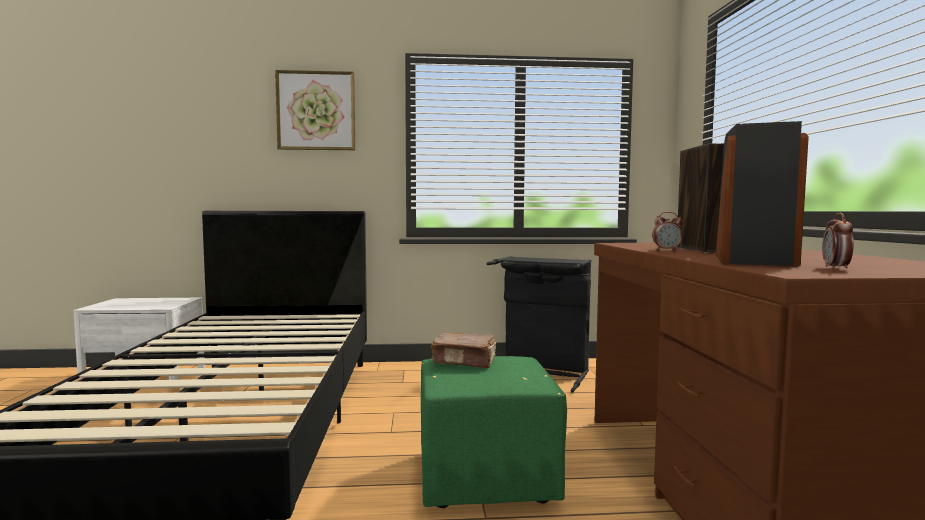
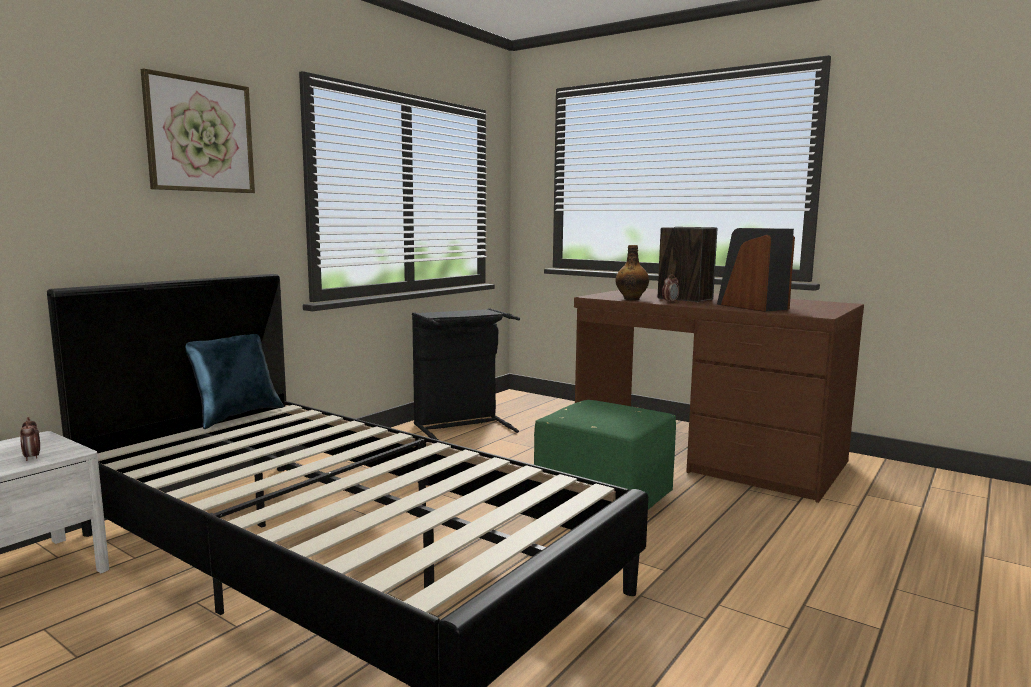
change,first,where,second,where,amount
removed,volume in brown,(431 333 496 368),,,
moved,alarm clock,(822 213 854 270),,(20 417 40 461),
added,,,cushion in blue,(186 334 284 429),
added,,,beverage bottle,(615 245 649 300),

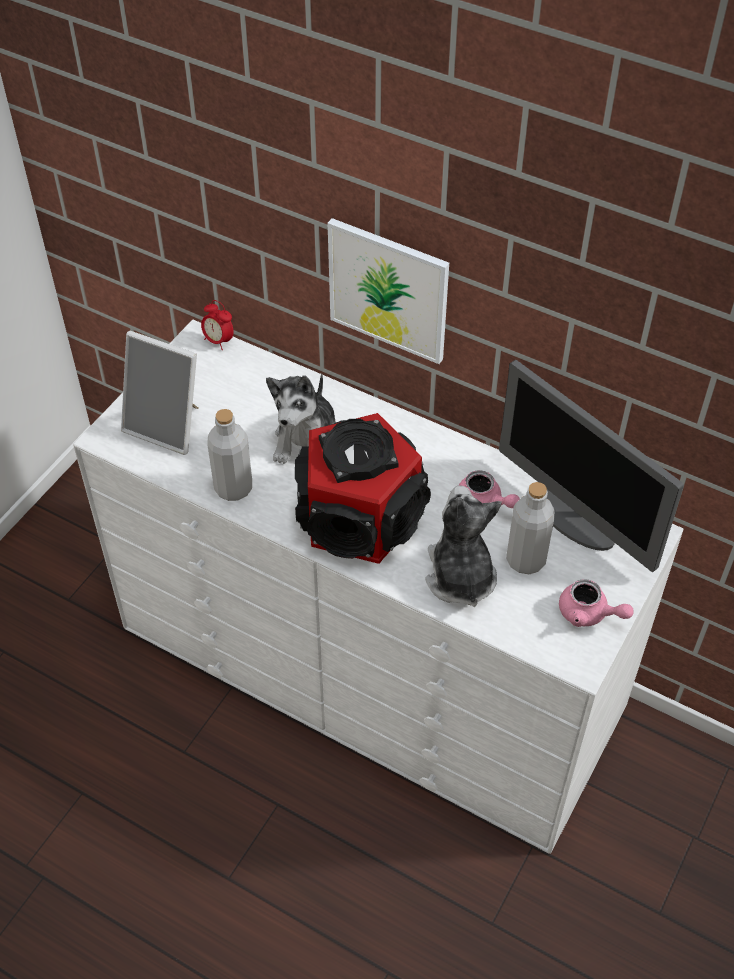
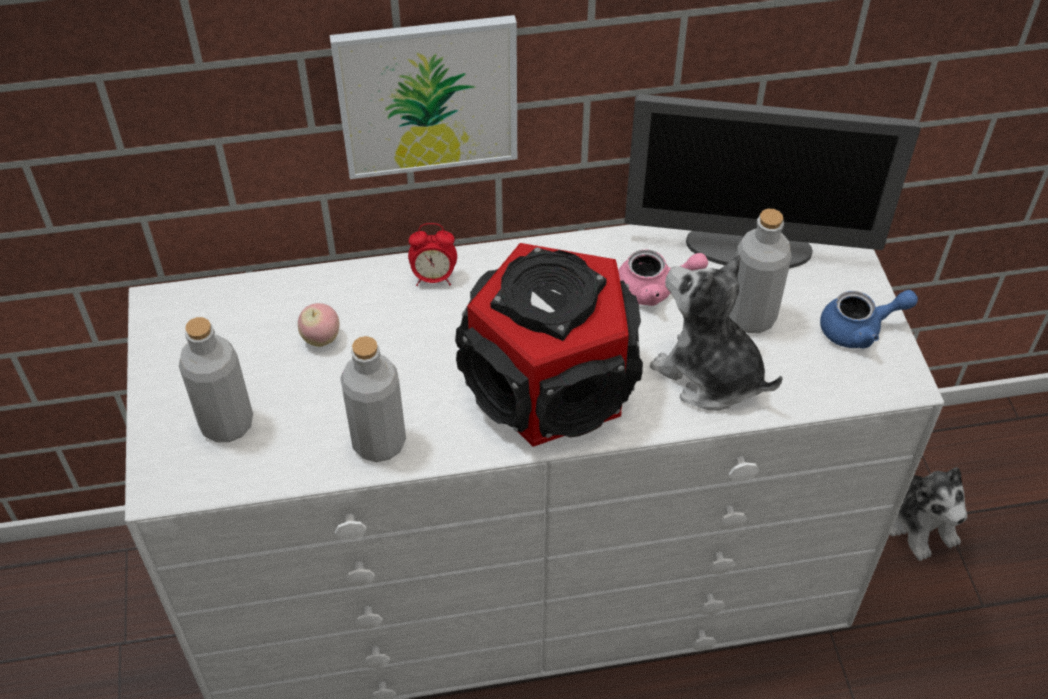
change,first,where,second,where,amount
replaced,standing frame,(121 331 198 455),beverage bottle in greyish,(179 317 253 442),
moved,alarm clock,(201 300 233 350),,(408 223 457 286),
moved,plush toy,(266 373 336 464),,(890 467 967 561),
recoloured,pot for tea in pink-coloured,(559 579 634 627),pot for tea in blue,(820 290 918 348),
added,,,whole apple,(298 303 339 347),

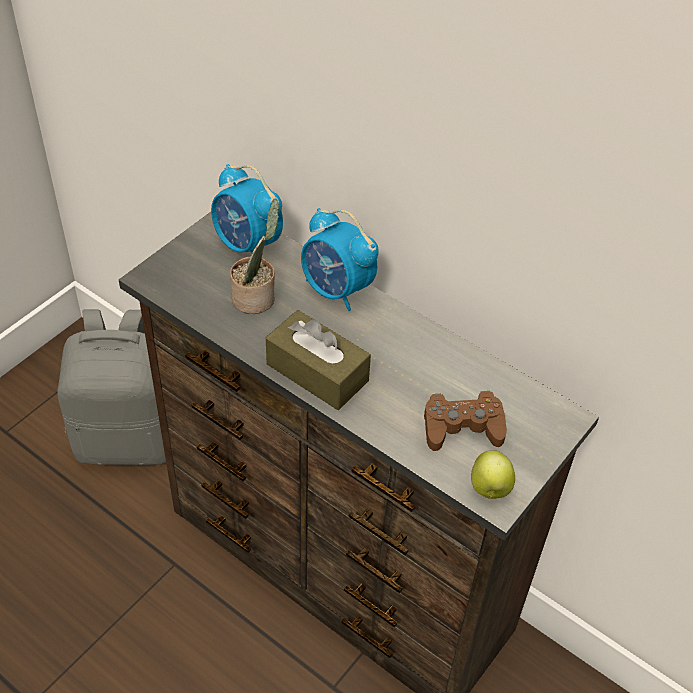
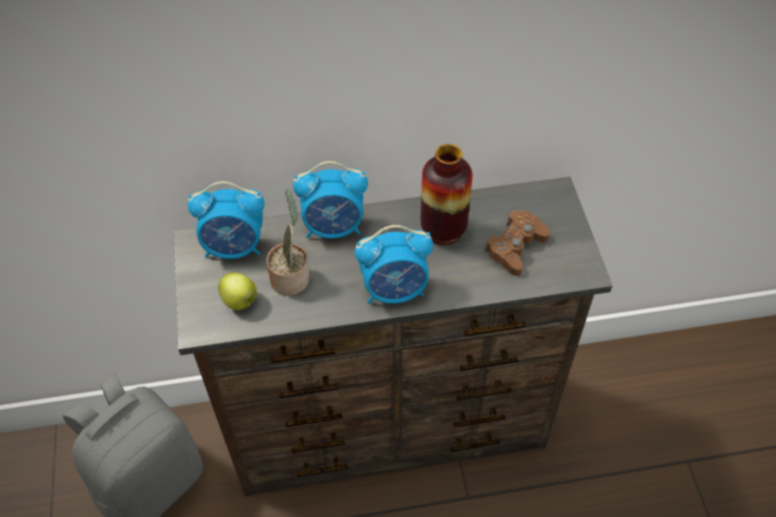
change,first,where,second,where,amount
replaced,tissue holder in brown,(266 310 371 410),alarm clock,(355 225 433 304),
moved,whole apple,(471 450 515 499),,(218 273 257 310),
added,,,decorative vase,(421 144 473 245),

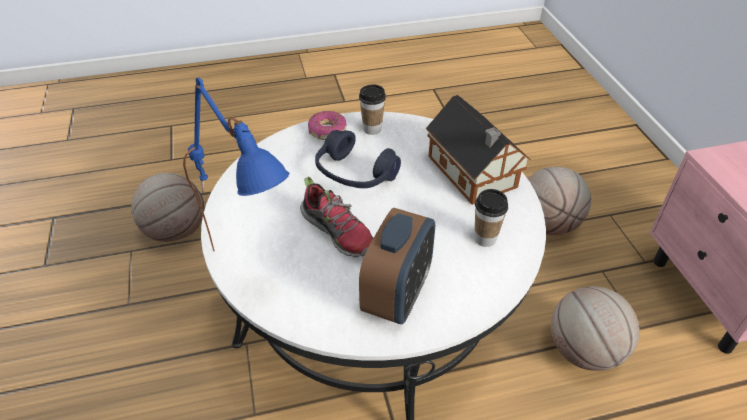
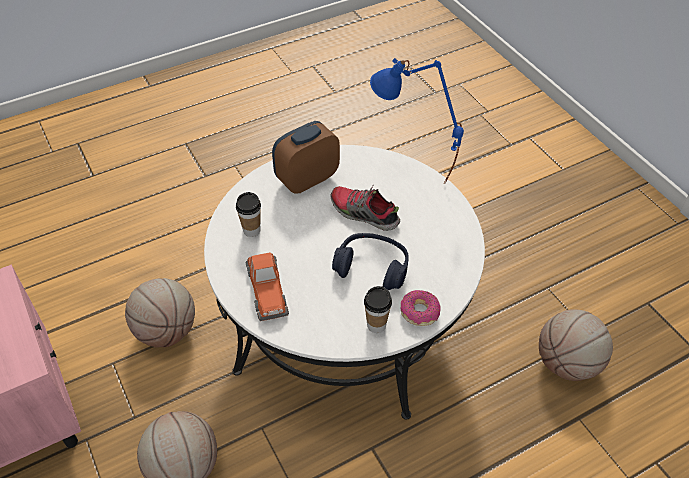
change,first,where,second,where,amount
turned,alarm clock,(359 208 435 324),,(272 121 340 193),45 degrees clockwise
replaced,miniature house,(426 95 531 205),model car,(246 252 289 321),

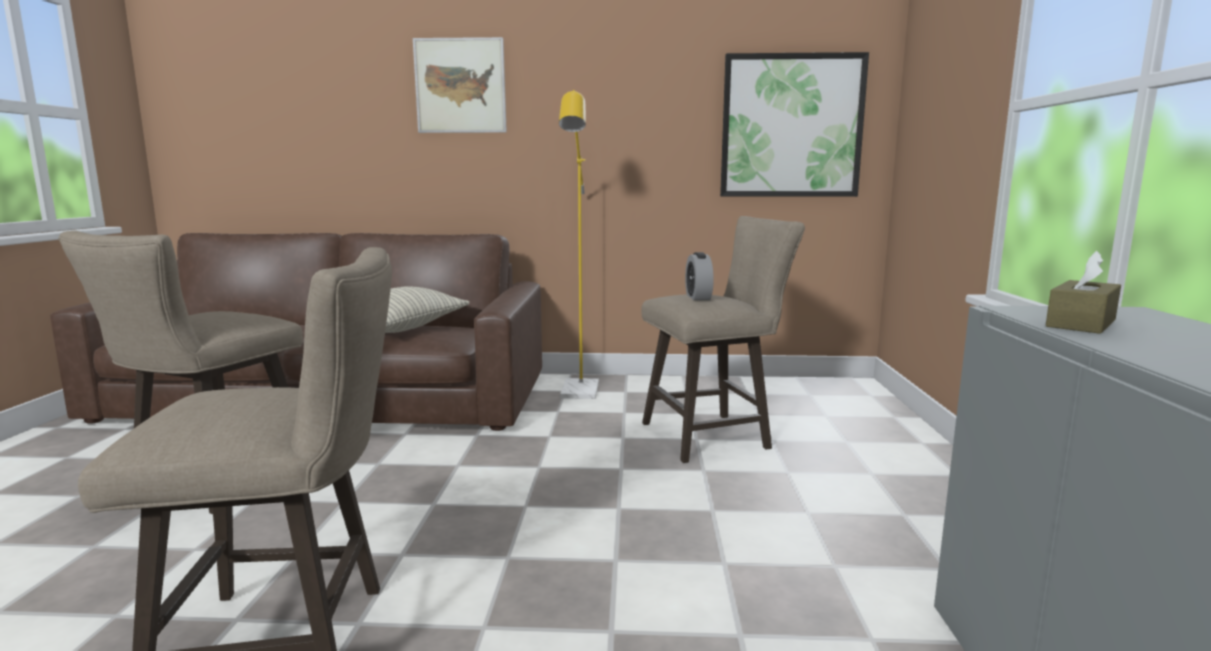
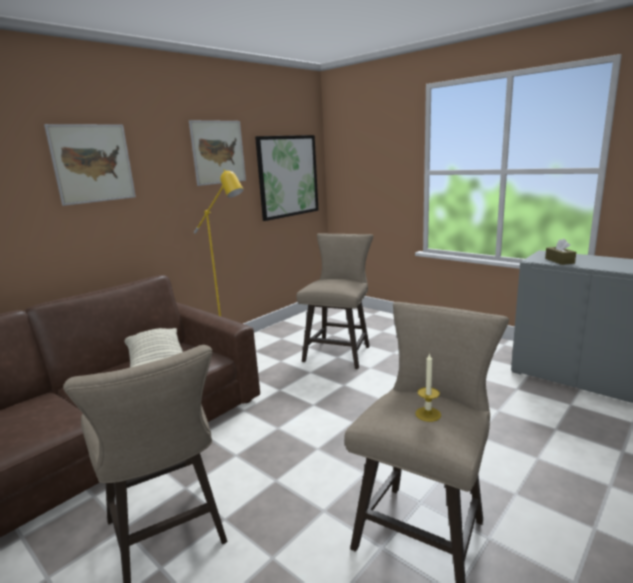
change,first,where,second,where,amount
removed,alarm clock,(685 252 714 300),,,
added,,,wall art,(189 120 246 186),
added,,,wax light,(415 353 441 422),

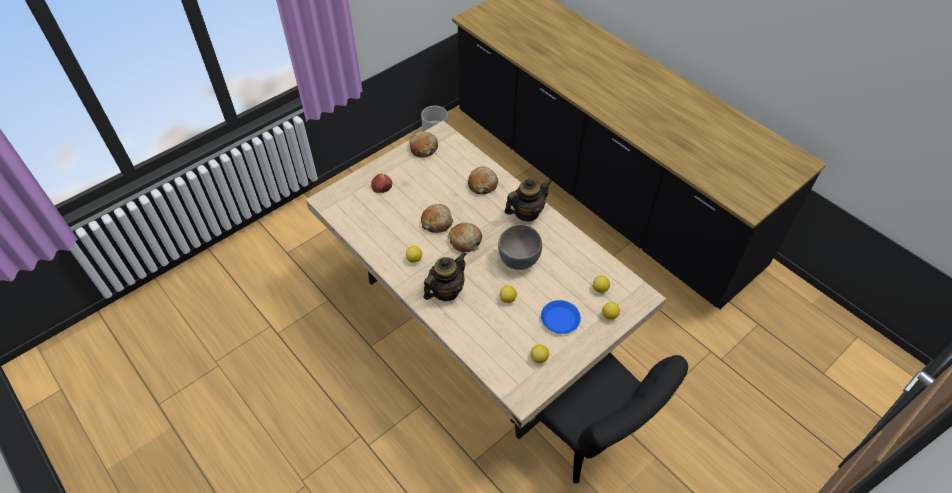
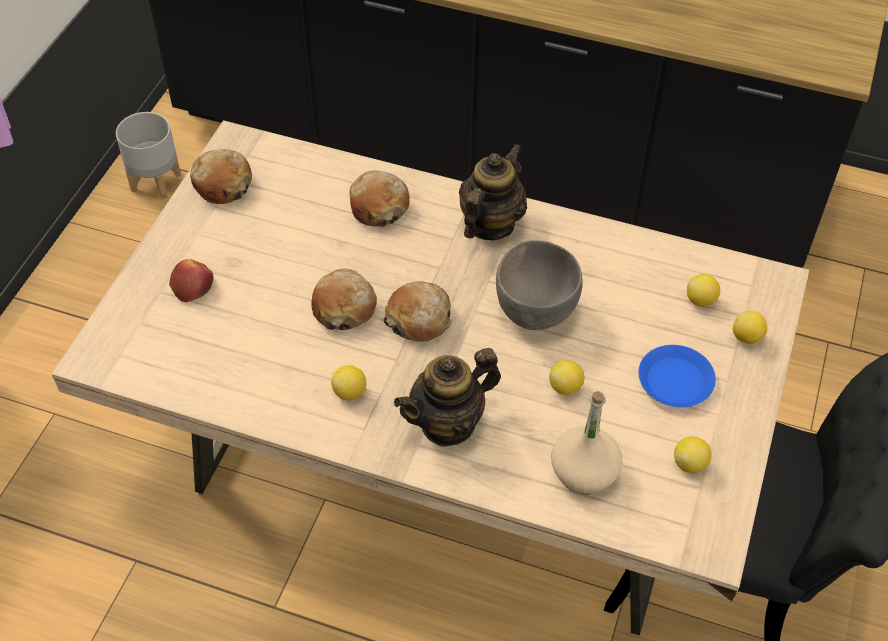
change,first,where,second,where,amount
turned,pot for tea,(423 252 467 301),,(394 348 501 447),135 degrees counterclockwise
added,,,beverage bottle in beige,(551 391 623 495),

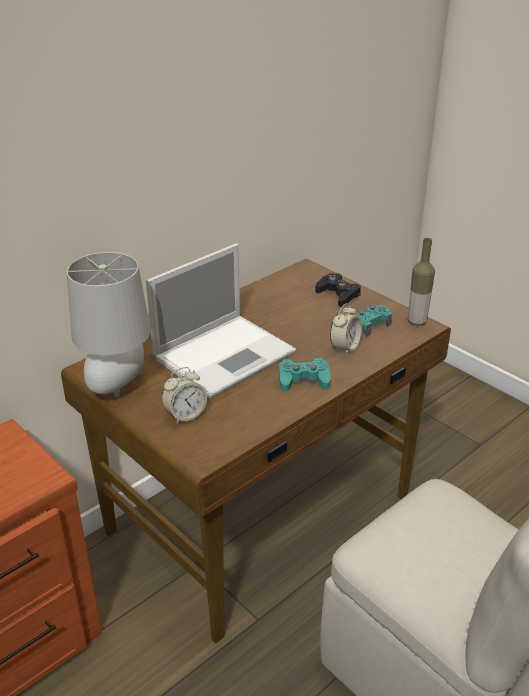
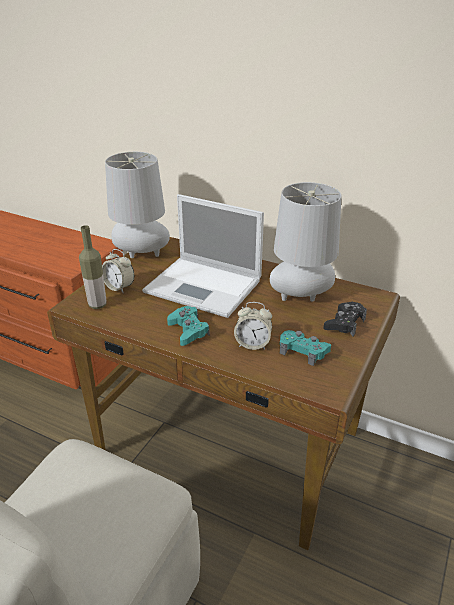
change,first,where,second,where,amount
moved,beverage bottle,(408 238 435 326),,(79 225 107 309),
added,,,lamp for a table in greyish,(270 182 342 302),

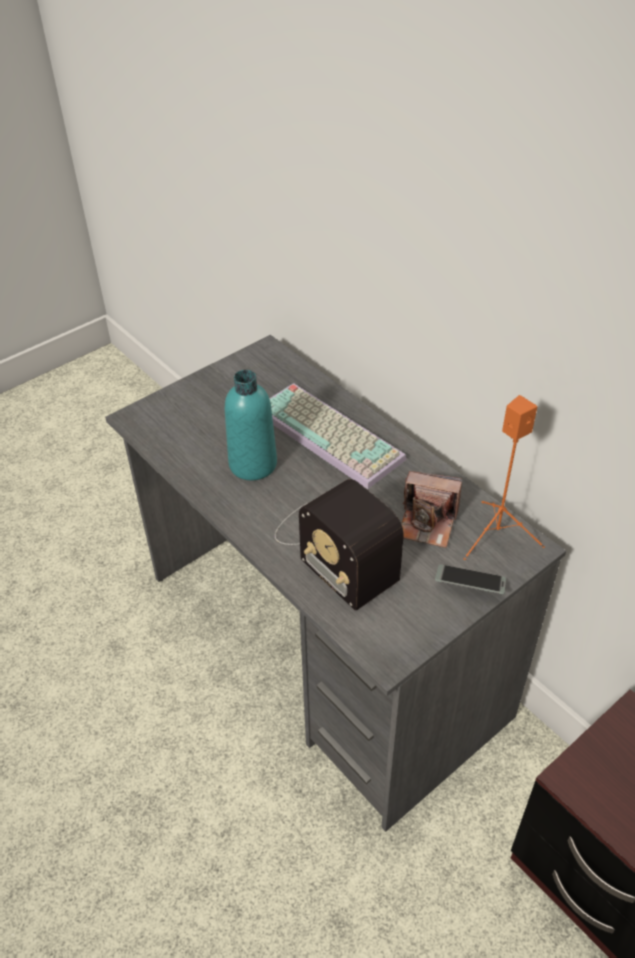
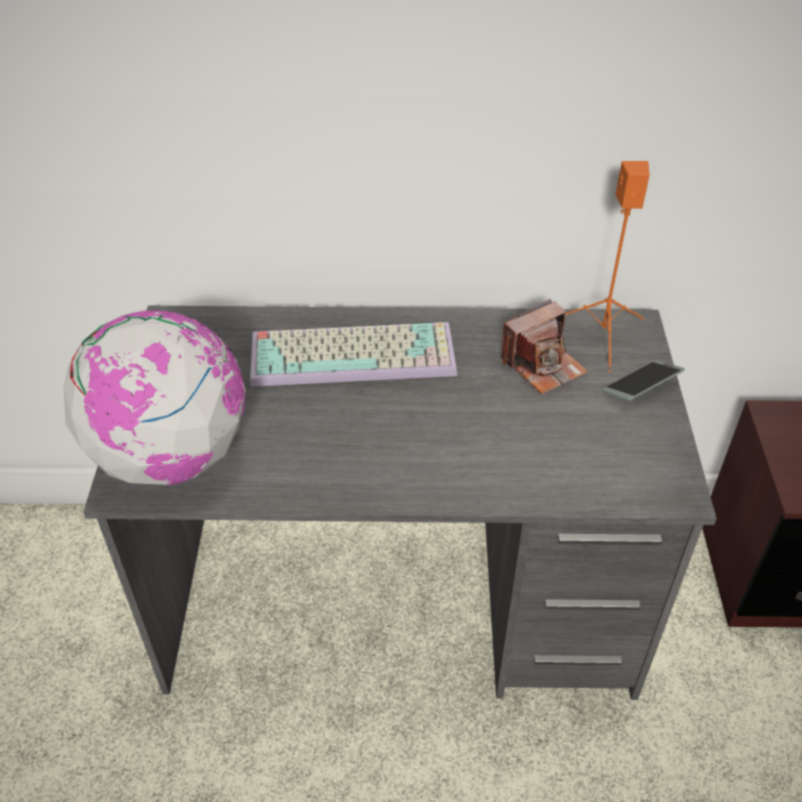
change,first,where,second,where,amount
removed,beverage bottle in blue-green,(225 370 277 480),,,
removed,radio,(275 479 404 611),,,
added,,,world globe,(64 310 246 486),

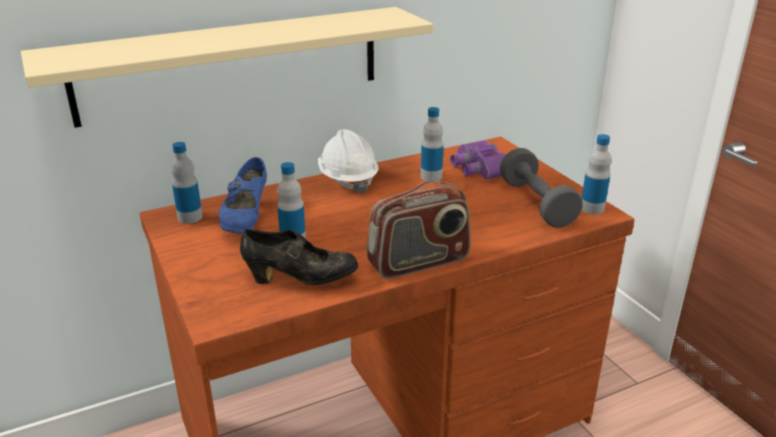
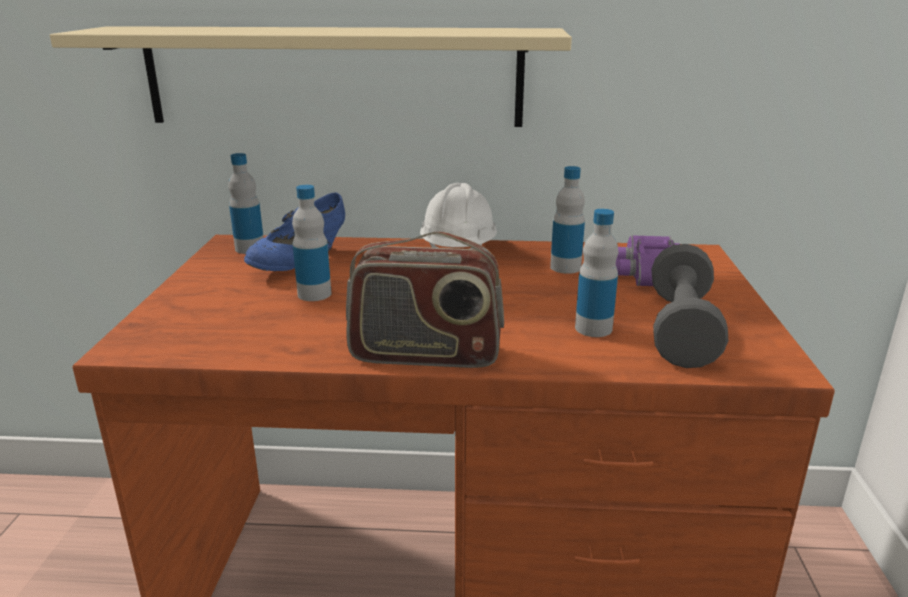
change,first,where,second,where,amount
removed,item of footwear in black,(240 229 358 285),,,
moved,beverage bottle,(582 134 611 214),,(575 209 618 337),

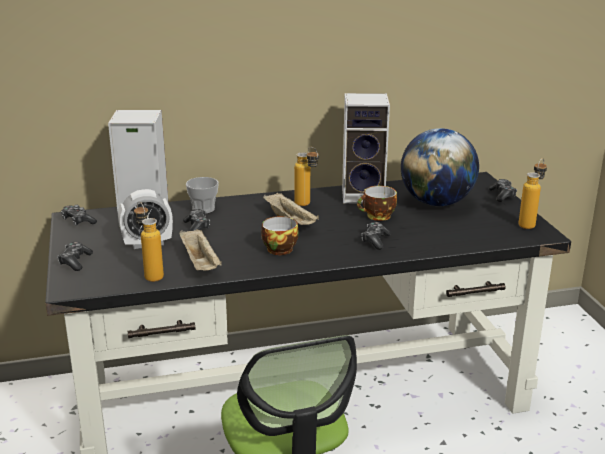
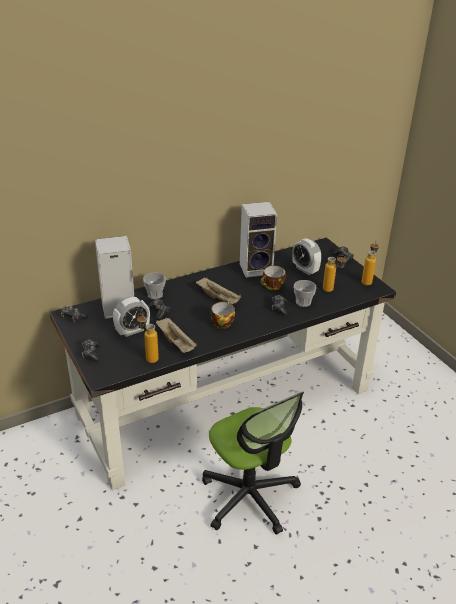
change,first,where,second,where,amount
moved,beverage bottle,(294 147 319 206),,(323 255 346 292),
replaced,world globe,(401 128 479 206),alarm clock,(292 238 321 275),
added,,,cup,(294 280 317 307),

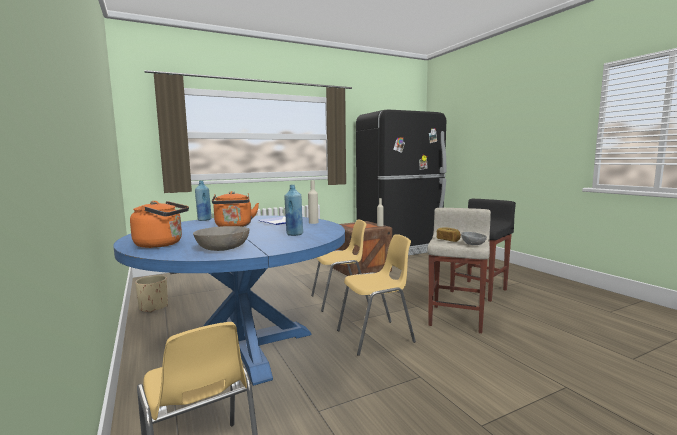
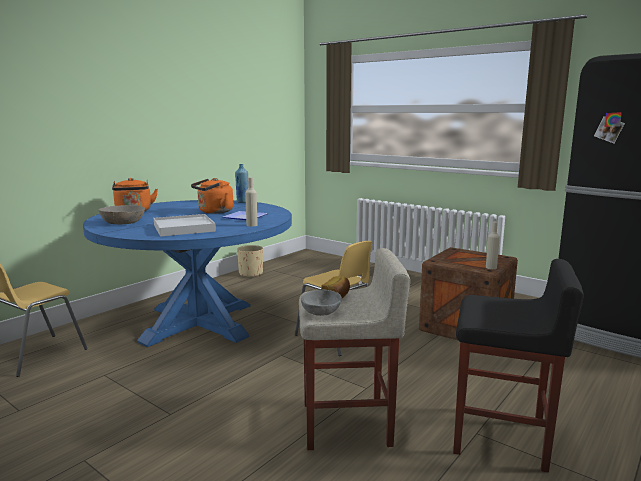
change,first,where,second,where,amount
replaced,beverage bottle in blue,(284 185 303 236),tray in white-coloured,(154 214 216 237),
removed,chair in yellow-coloured,(337 234 416 356),,,

